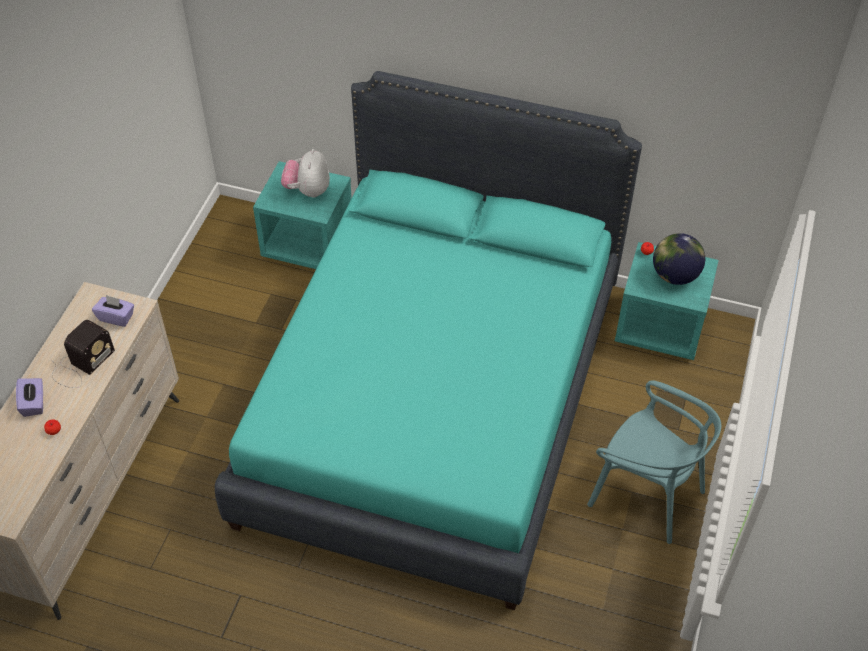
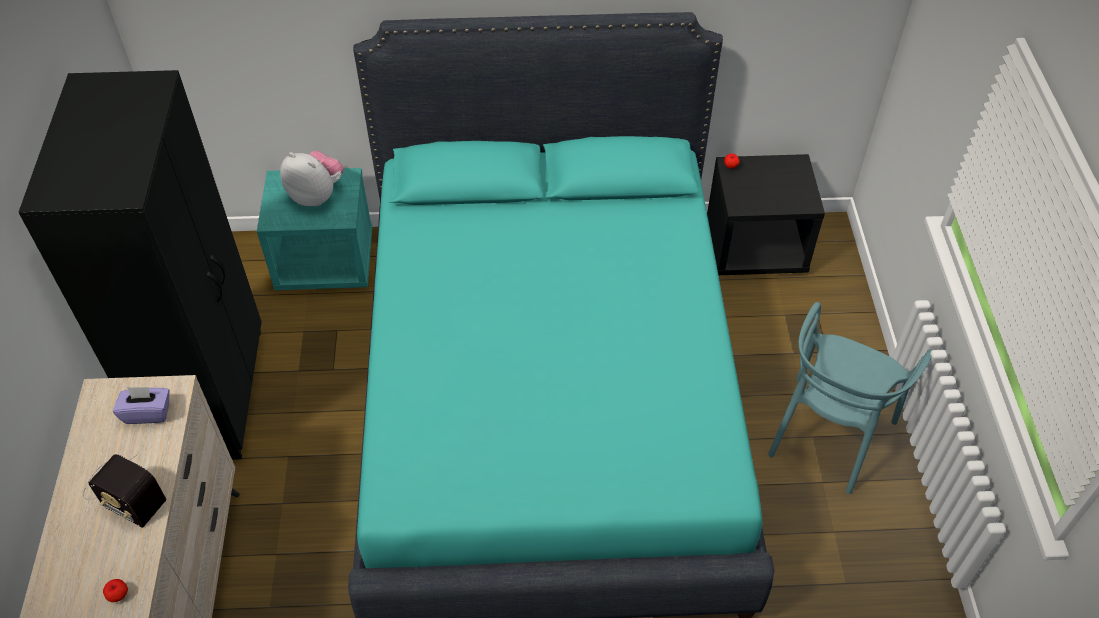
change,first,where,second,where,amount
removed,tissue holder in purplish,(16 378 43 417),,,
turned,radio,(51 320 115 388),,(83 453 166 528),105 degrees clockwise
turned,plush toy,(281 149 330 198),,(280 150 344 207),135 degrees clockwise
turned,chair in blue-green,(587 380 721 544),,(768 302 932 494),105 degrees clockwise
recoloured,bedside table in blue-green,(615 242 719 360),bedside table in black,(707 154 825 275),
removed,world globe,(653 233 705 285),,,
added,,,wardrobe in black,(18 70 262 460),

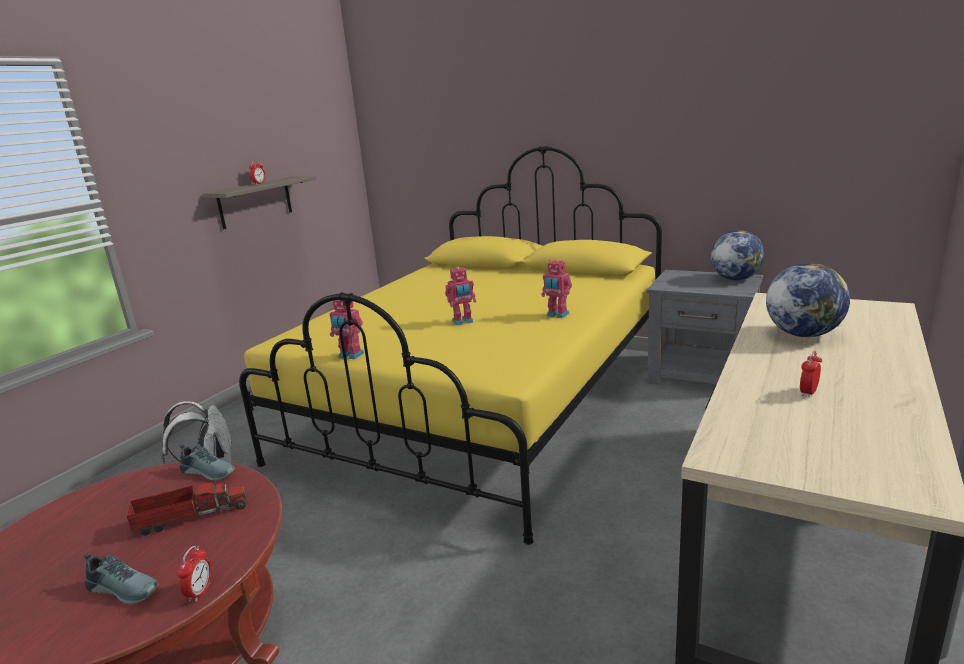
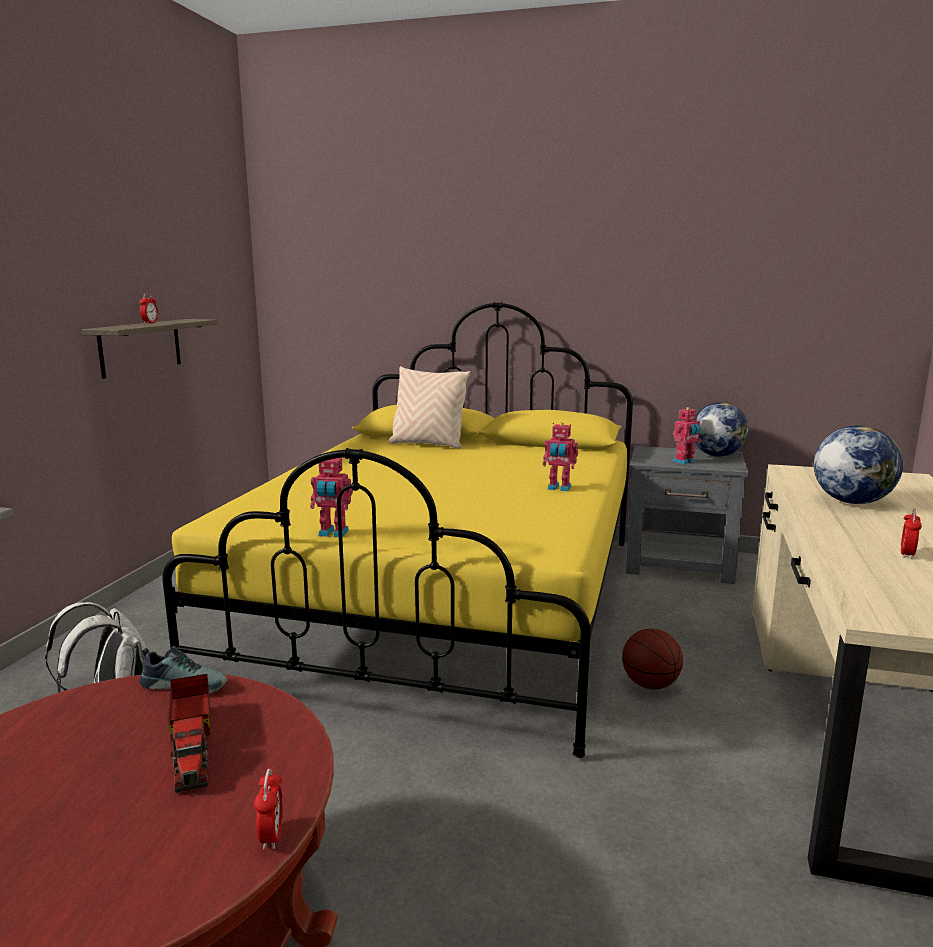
change,first,where,second,where,amount
removed,item of footwear,(84 553 159 604),,,
turned,toy truck,(127 477 247 536),,(168 674 211 793),105 degrees clockwise
moved,toy robot,(445 266 476 326),,(673 407 701 464),
added,,,cushion in beige,(388 366 470 448),
added,,,basketball,(622 629 683 690),

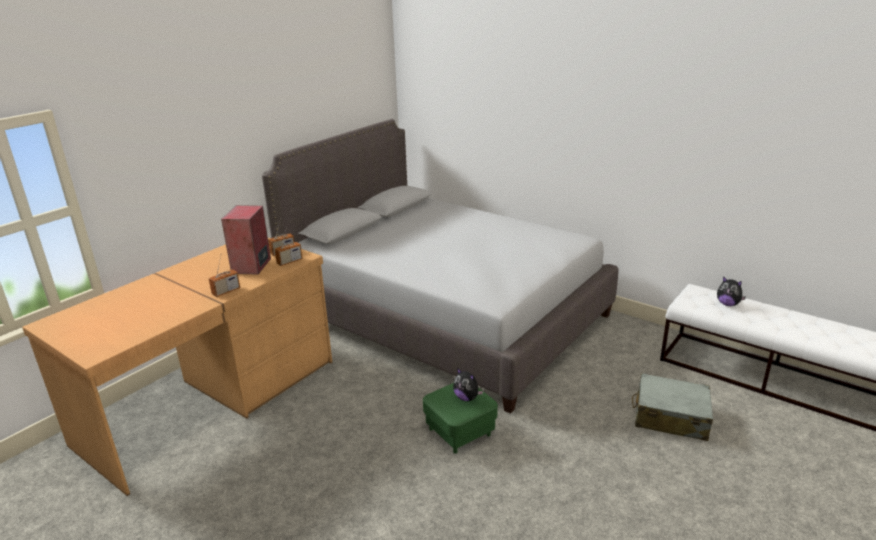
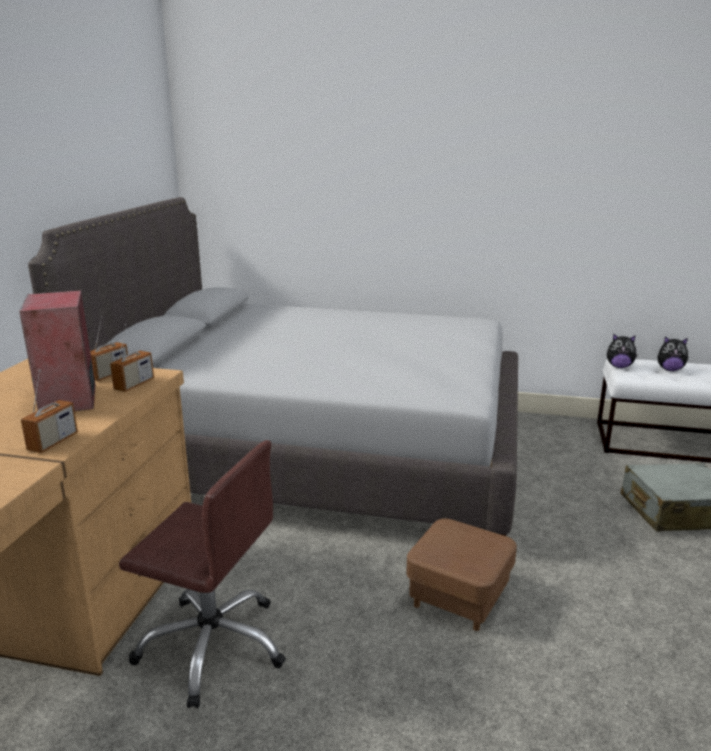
change,first,where,second,where,amount
recoloured,pouffe in green,(423 383 498 454),pouffe in brown,(406 518 517 631),
moved,plush toy,(453 368 483 401),,(607 334 638 368),
added,,,desk chair in brown,(119 440 286 708),

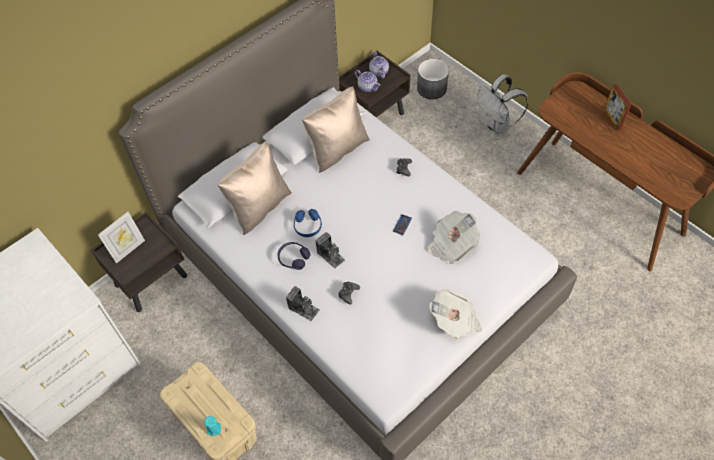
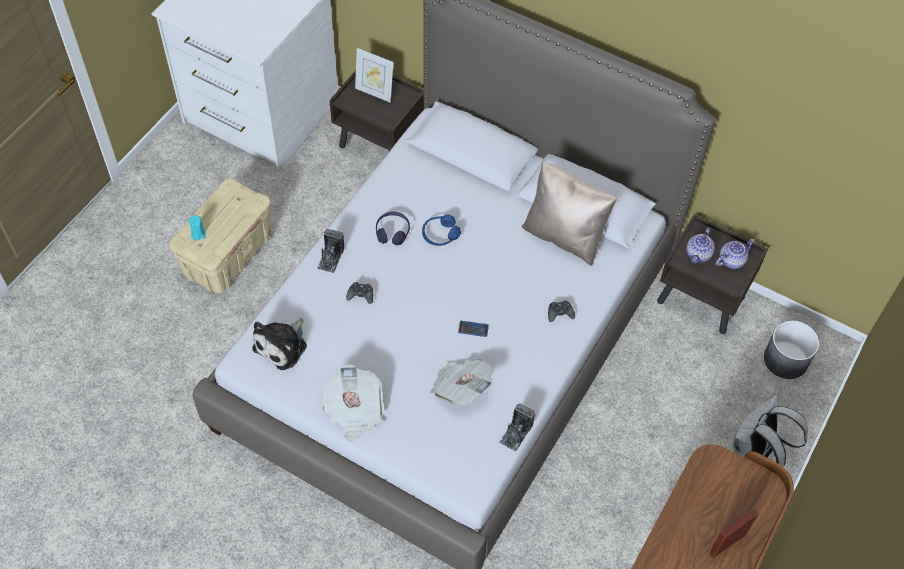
change,first,where,second,where,amount
removed,cushion in beige,(218 142 292 235),,,
moved,still camera,(315 232 345 269),,(499 403 535 452),
added,,,plush toy,(252 318 307 370),

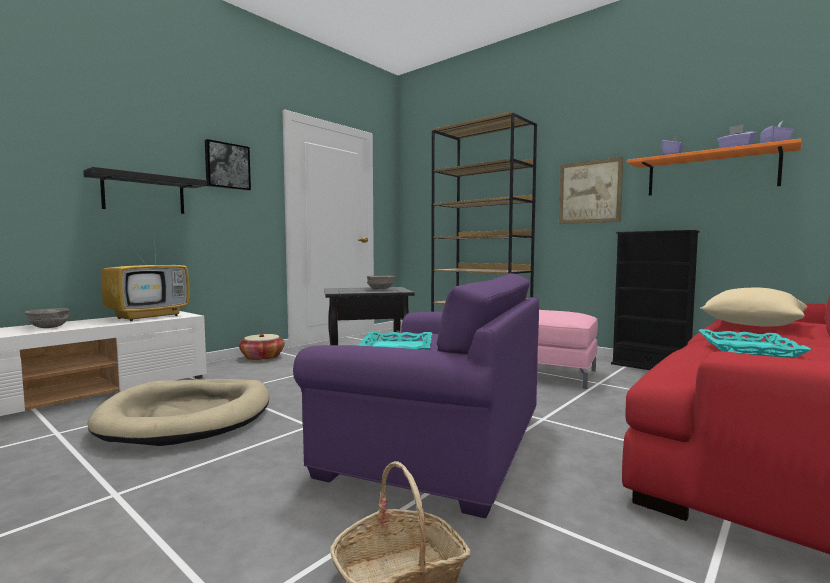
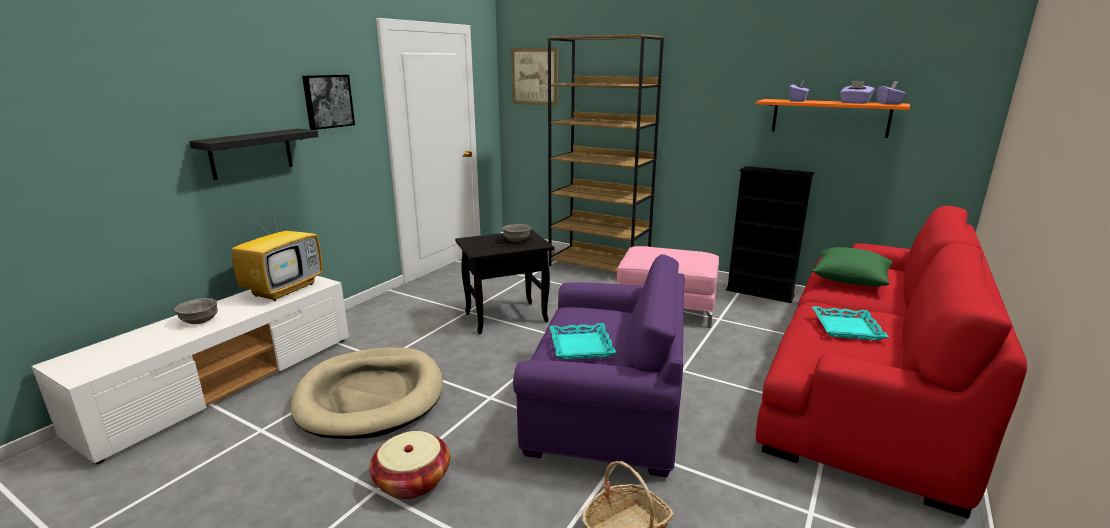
change,first,where,second,where,amount
moved,household basket,(239 334 285 361),,(369 431 450 499),
moved,wall art,(559 157 623 224),,(511 48 558 106),
recoloured,cushion in beige,(700 288 807 327),cushion in green,(812 247 893 286),

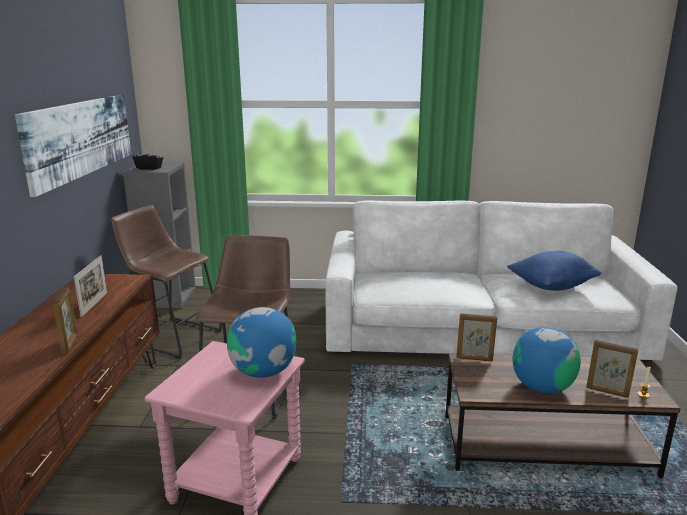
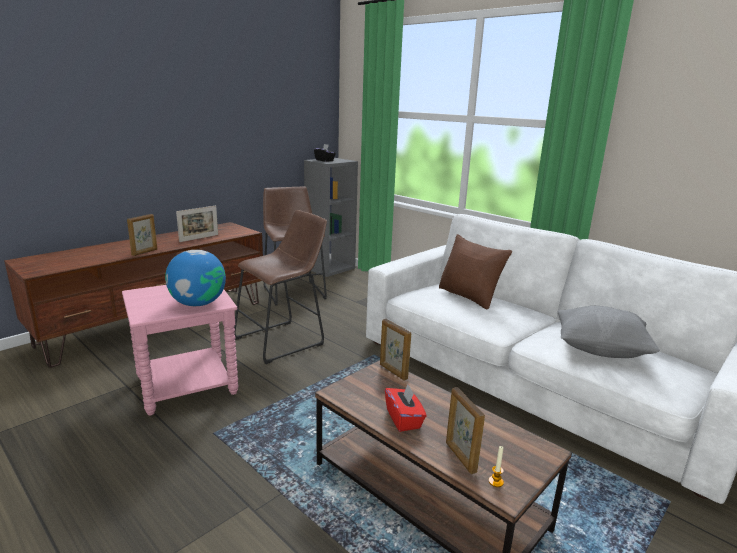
change,first,where,second,where,amount
removed,wall art,(15 94 131 197),,,
recoloured,cushion in blue,(507 251 602 291),cushion in greyish,(557 306 660 358),
replaced,world globe,(513 327 581 393),tissue holder in red-coloured,(385 384 426 432),
added,,,cushion in brown,(439 234 512 309),

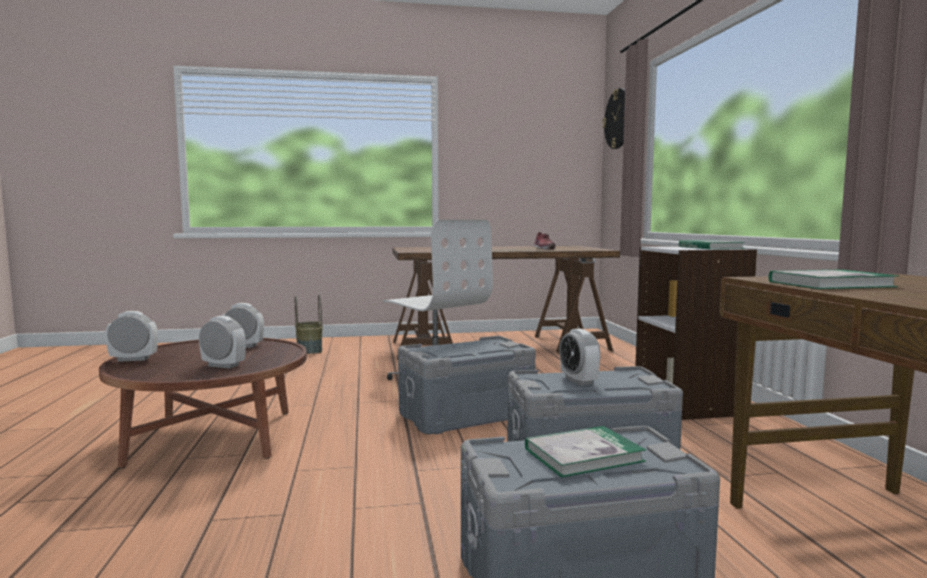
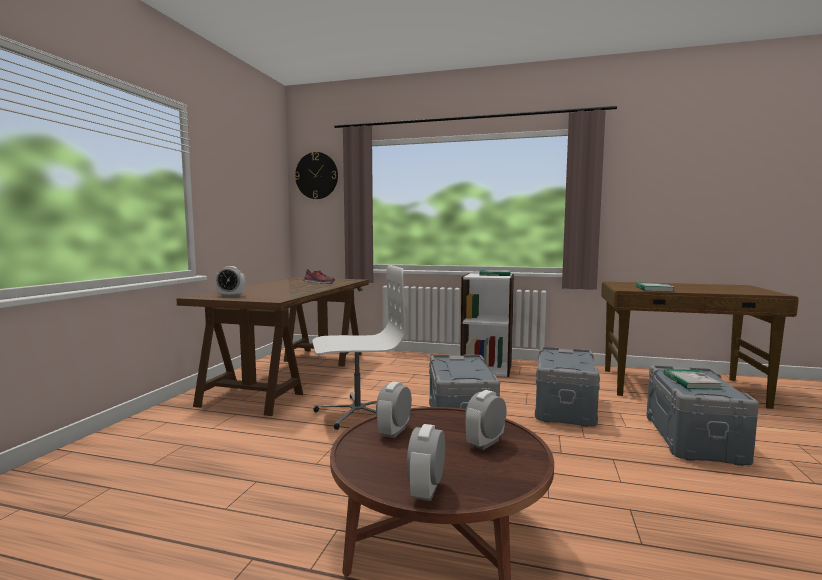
change,first,where,second,where,amount
removed,household basket,(295 294 323 354),,,
moved,alarm clock,(559 329 601 386),,(215 266 245 297),

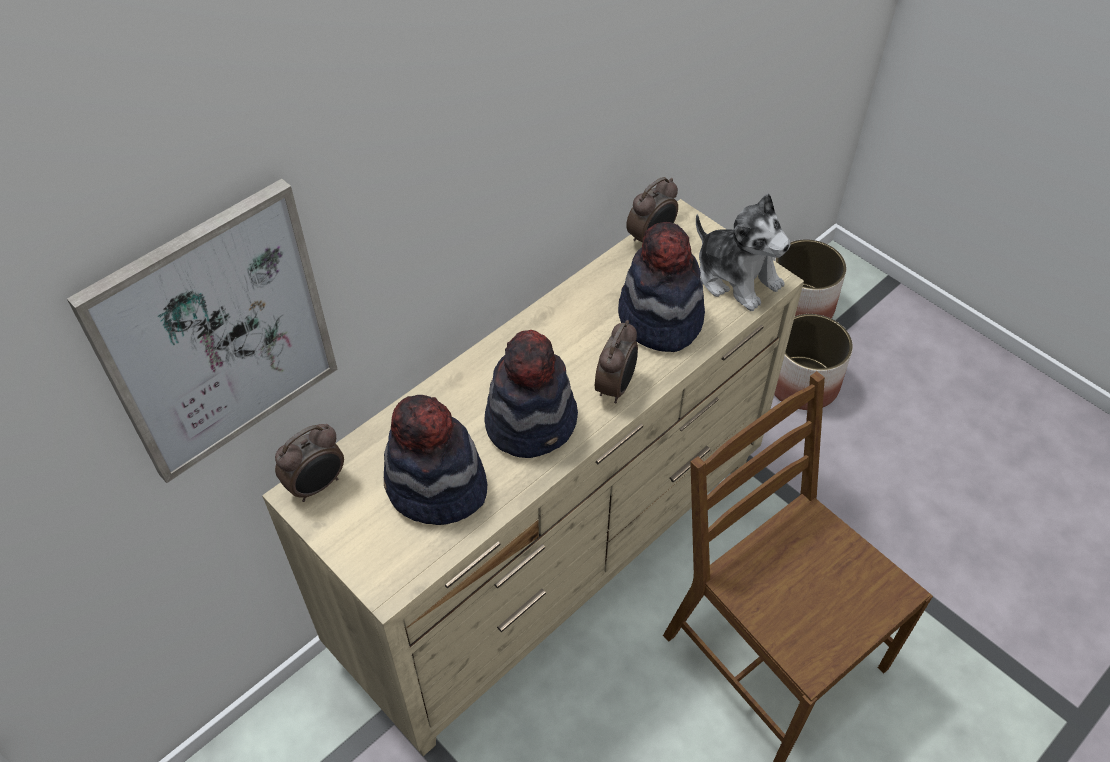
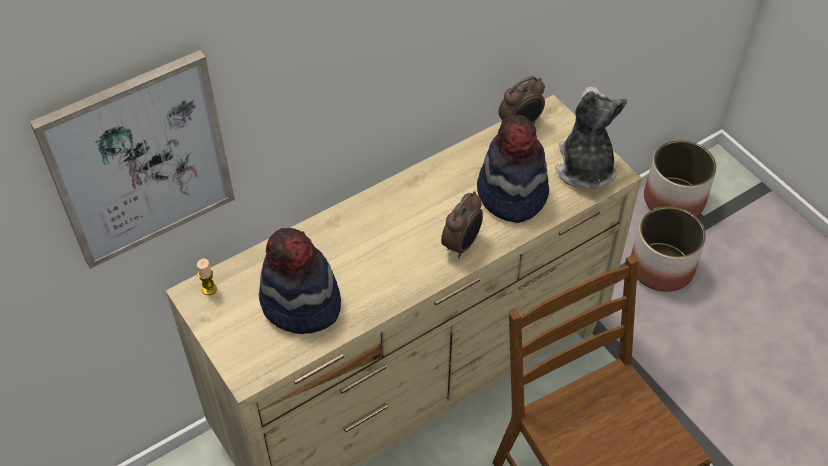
change,first,where,second,where,amount
replaced,alarm clock,(275 424 344 502),wax light,(197 259 217 295),
removed,wearable hat,(484 330 578 458),,,
turned,plush toy,(696 194 791 311),,(555 86 628 189),150 degrees counterclockwise

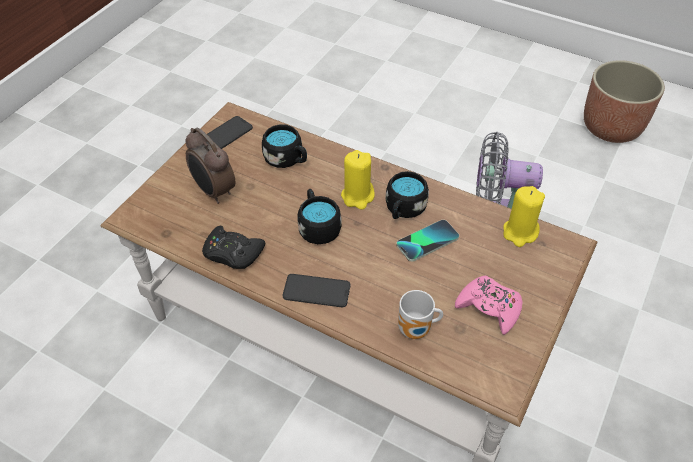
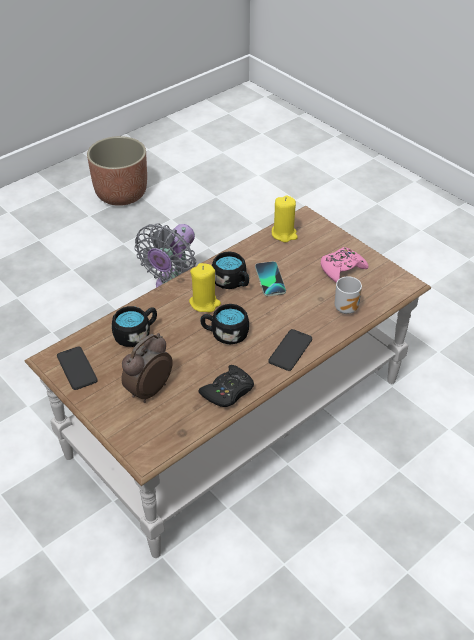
change,first,where,second,where,amount
turned,alarm clock,(185 127 235 204),,(121 333 173 403),150 degrees clockwise

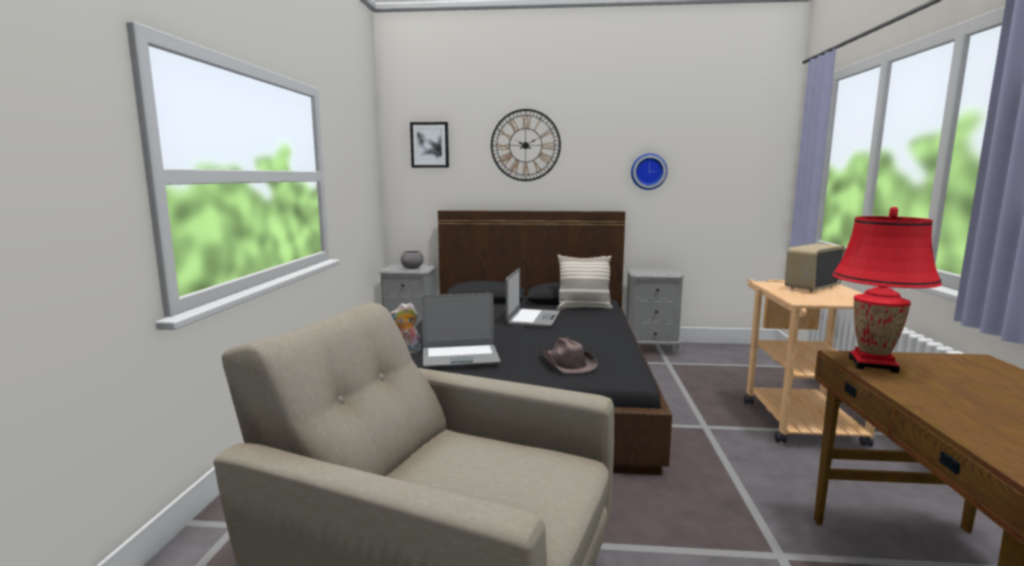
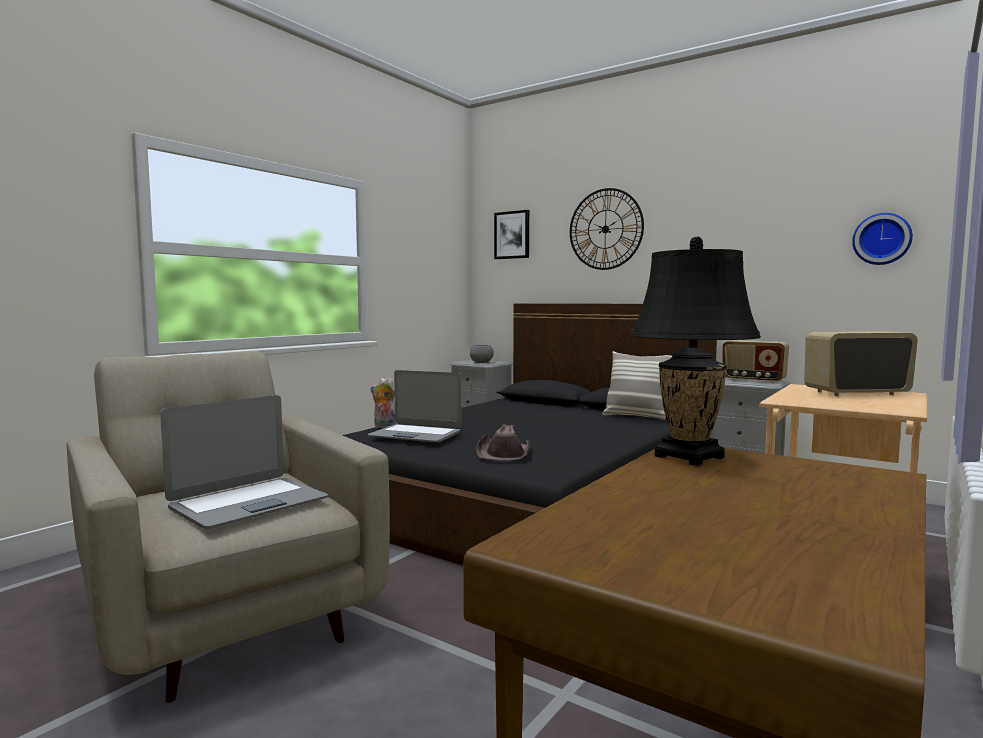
change,first,where,second,where,amount
moved,portable computer,(506 268 560 327),,(160 395 328 529),
moved,wall clock,(631 153 667 190),,(852 213 913 265),
recoloured,lamp for a table in red-coloured,(832 207 942 373),lamp for a table in black,(630 236 761 466),
added,,,radio,(722 340 789 383),

